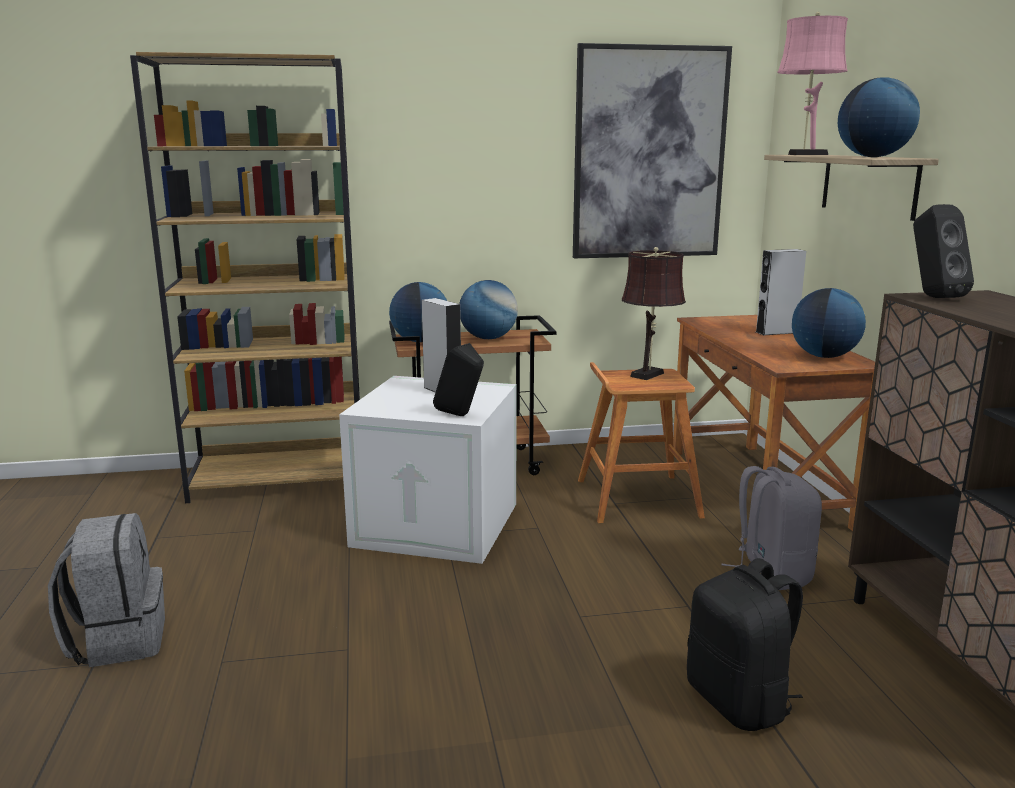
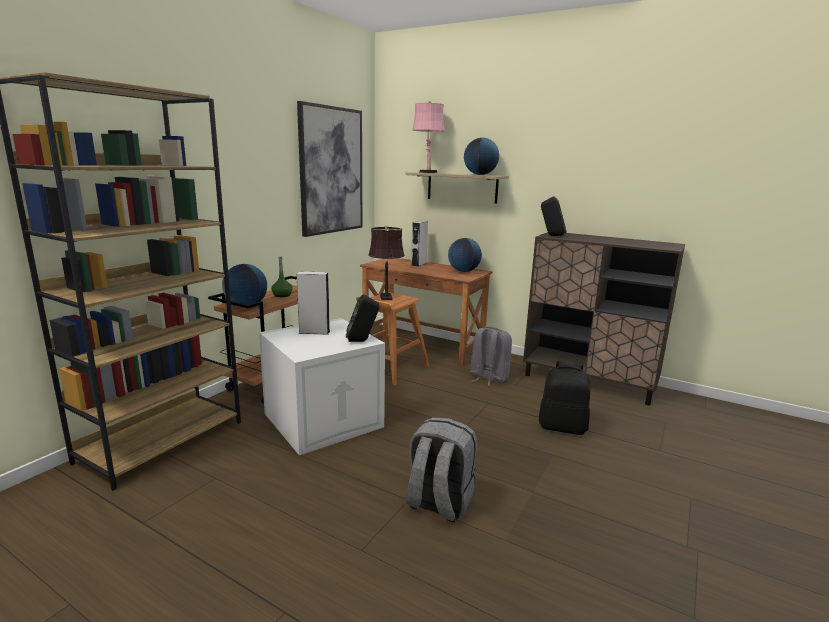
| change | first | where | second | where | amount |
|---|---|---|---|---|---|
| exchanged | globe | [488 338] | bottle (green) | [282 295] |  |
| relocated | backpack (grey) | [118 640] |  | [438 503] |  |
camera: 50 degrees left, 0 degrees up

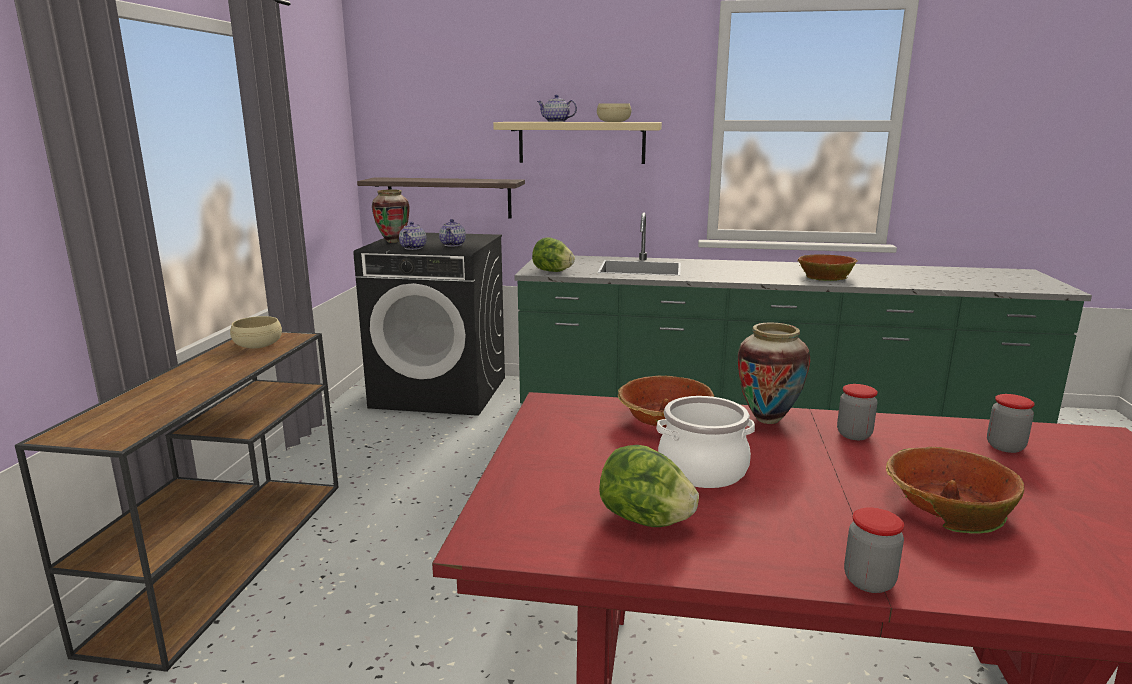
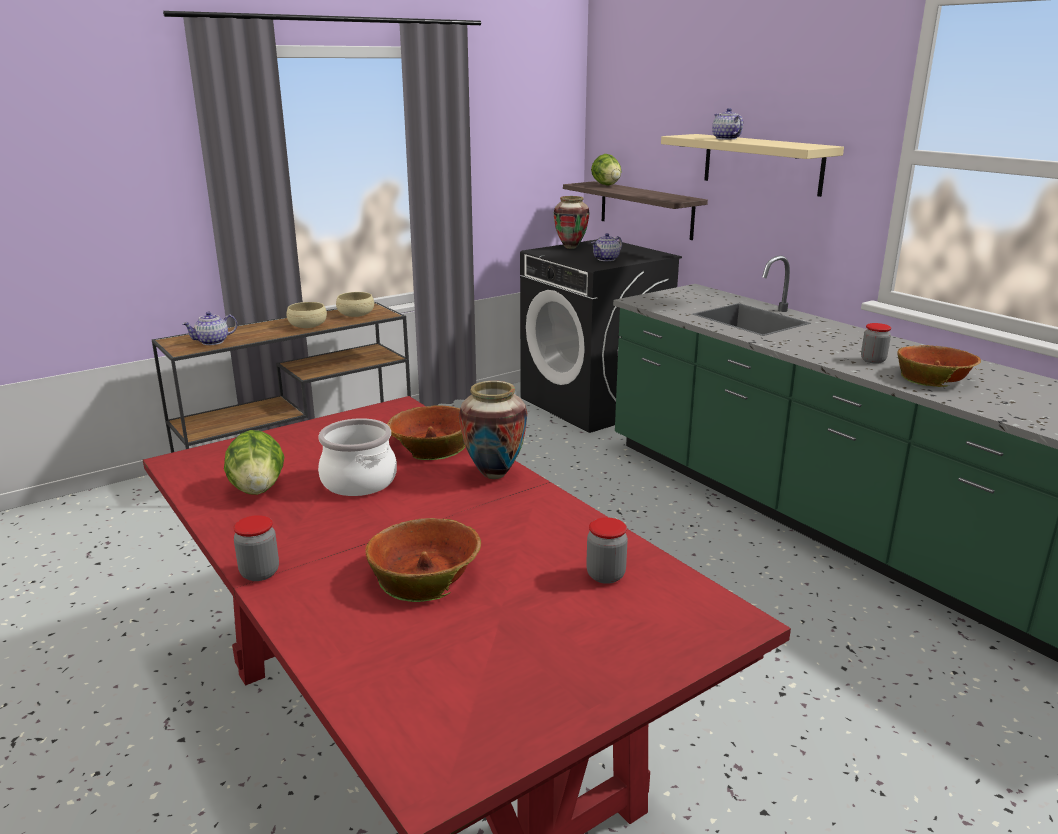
| change | first | where | second | where | amount |
|---|---|---|---|---|---|
| relocated | bowl (beige) | [614 121] |  | [307 325] |  |
| relocated | teapot | [413 248] |  | [213 342] |  |
| relocated | lettuce | [552 271] |  | [606 185] |  |
| relocated | jar | [854 435] |  | [873 360] |  |
camera: 45 degrees right, 5 degrees up

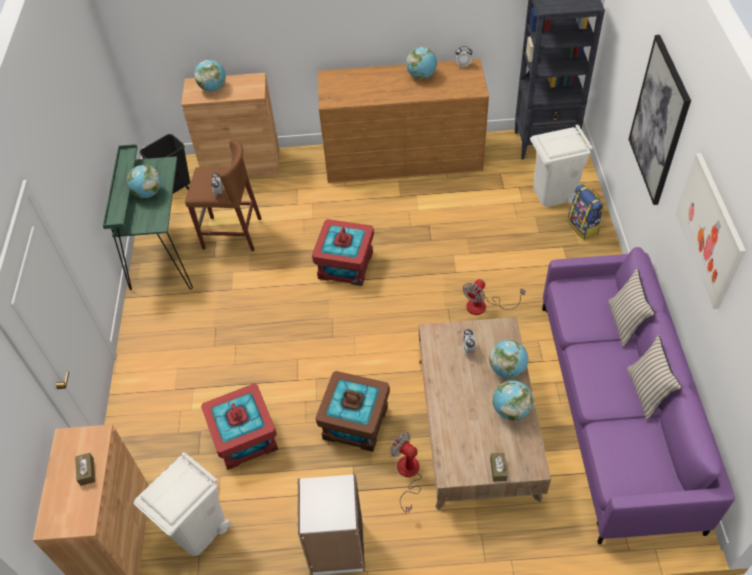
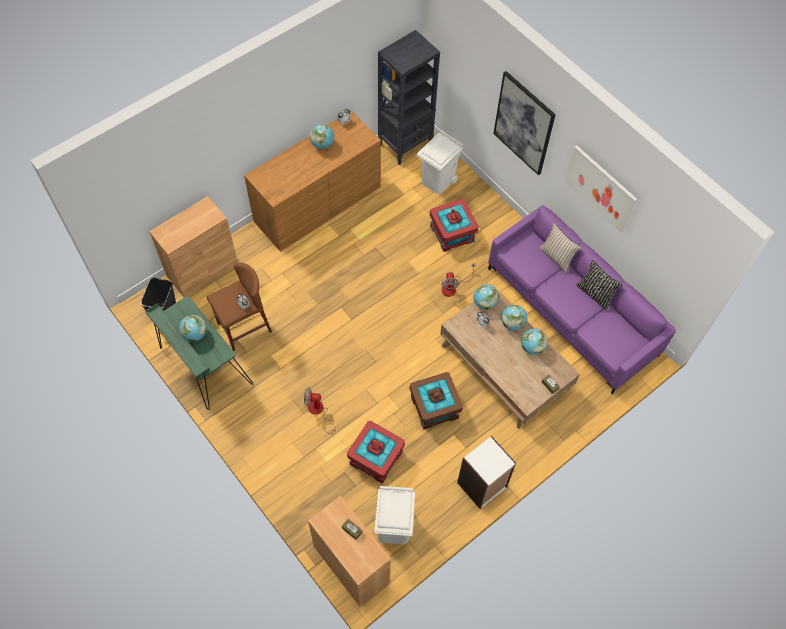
| change | first | where | second | where | amount |
|---|---|---|---|---|---|
| relocated | globe | [213 88] |  | [484 303] |  |
| missing | backpack | [583 227] |  |  |  |
| relocated | storage box (red) | [346 265] |  | [452 233] |  |
| colour | pillow (beige) | [646 392] | pillow (black) | [595 294] |  |
| relocated | fan | [408 475] |  | [318 412] |  |
camera: 40 degrees left, 10 degrees up

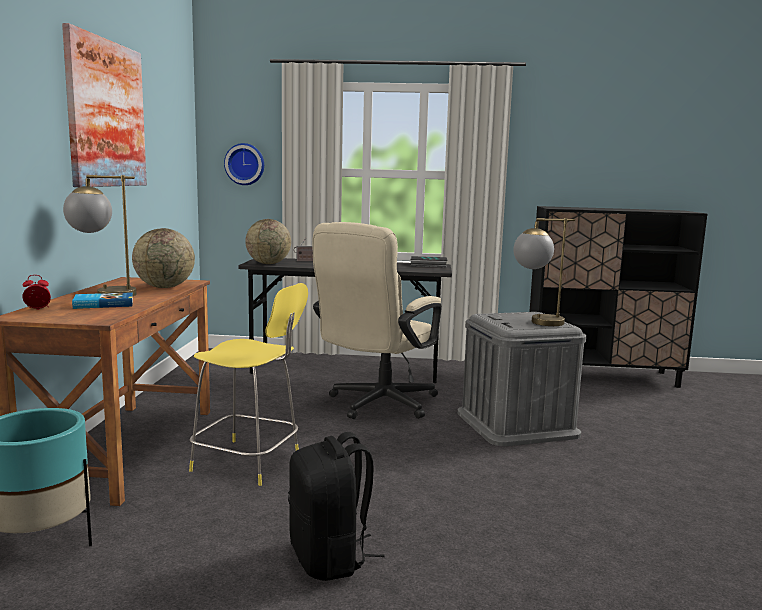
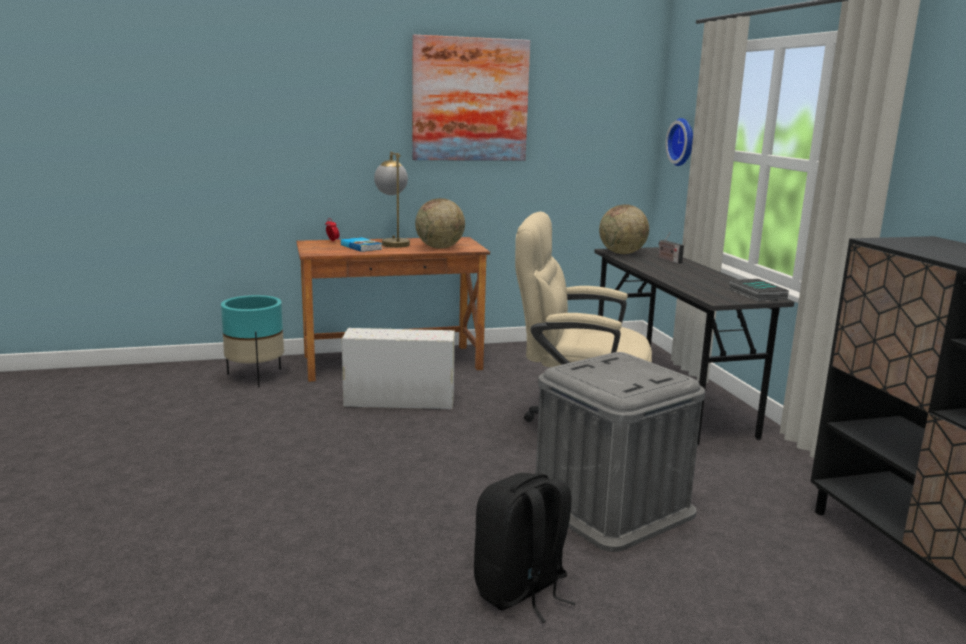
| change | first | where | second | where | amount |
|---|---|---|---|---|---|
| missing | table lamp | [536 323] |  |  |  |
| exchanged | chair (yellow) | [249 462] | storage box (white) | [398 401] |  |
| relocated | backpack (black) | [330 558] |  | [521 592] |  |
camera: 70 degrees right, 5 degrees up

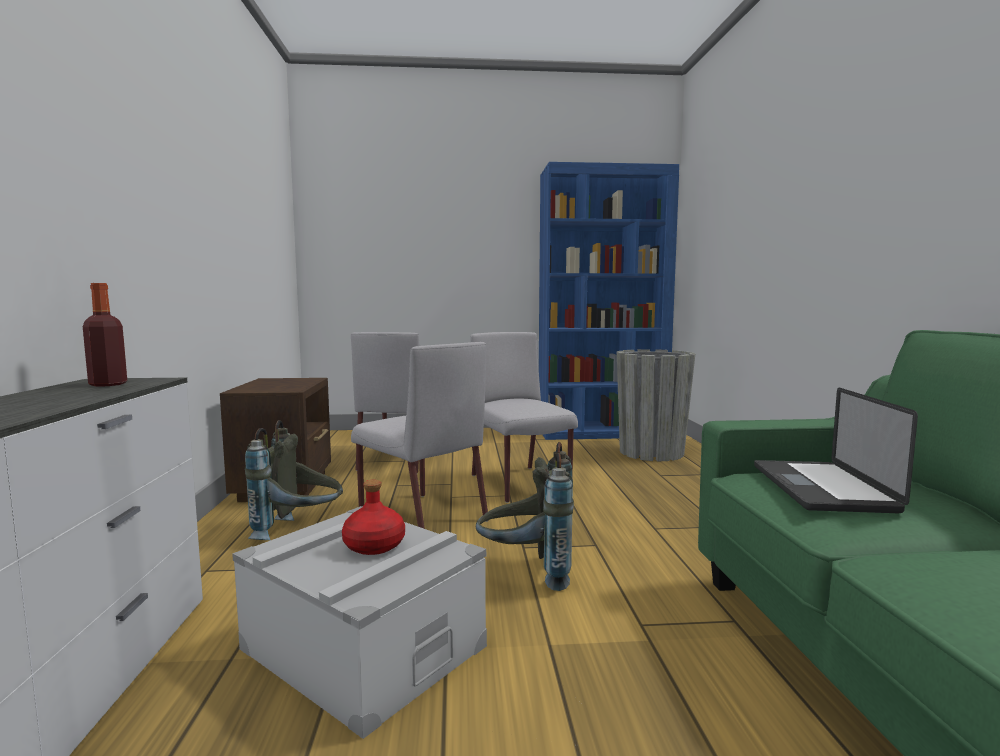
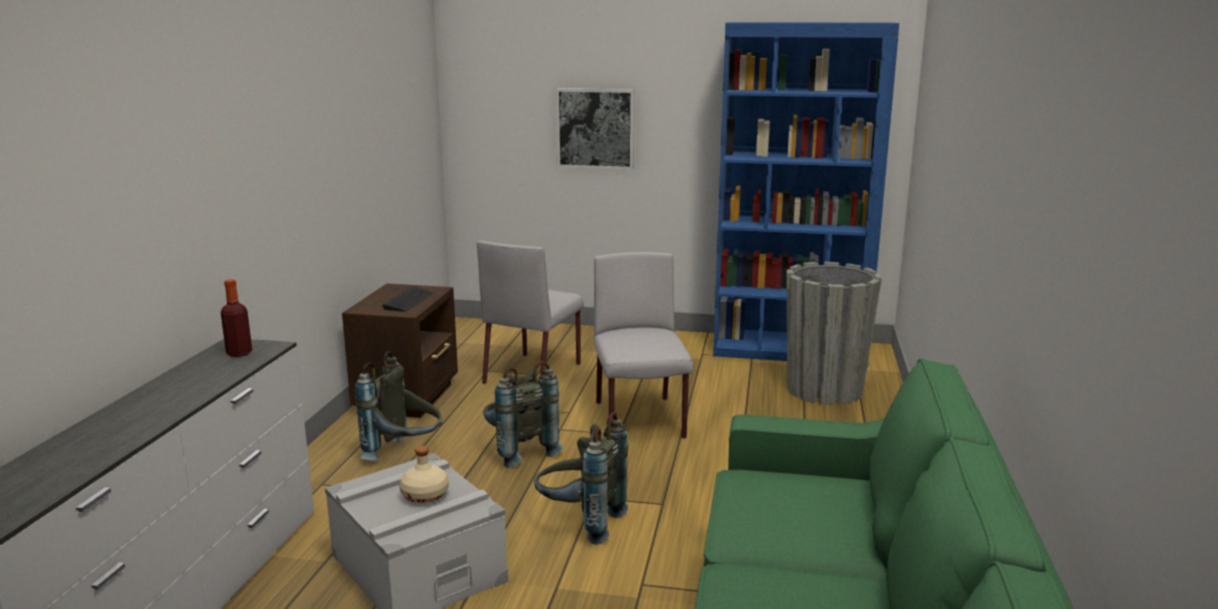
| change | first | where | second | where | amount |
|---|---|---|---|---|---|
| exchanged | chair (grey) | [421 517] | backpack (grey) | [519 451] |  |
| missing | laptop | [821 488] |  |  |  |
| colour | bottle (red) | [374 546] | bottle (beige) | [424 495] |  |
| appeared |  |  | picture | [595 128] |  |
| appeared |  |  | keyboard | [408 301] |  |
camera: 15 degrees right, 10 degrees up

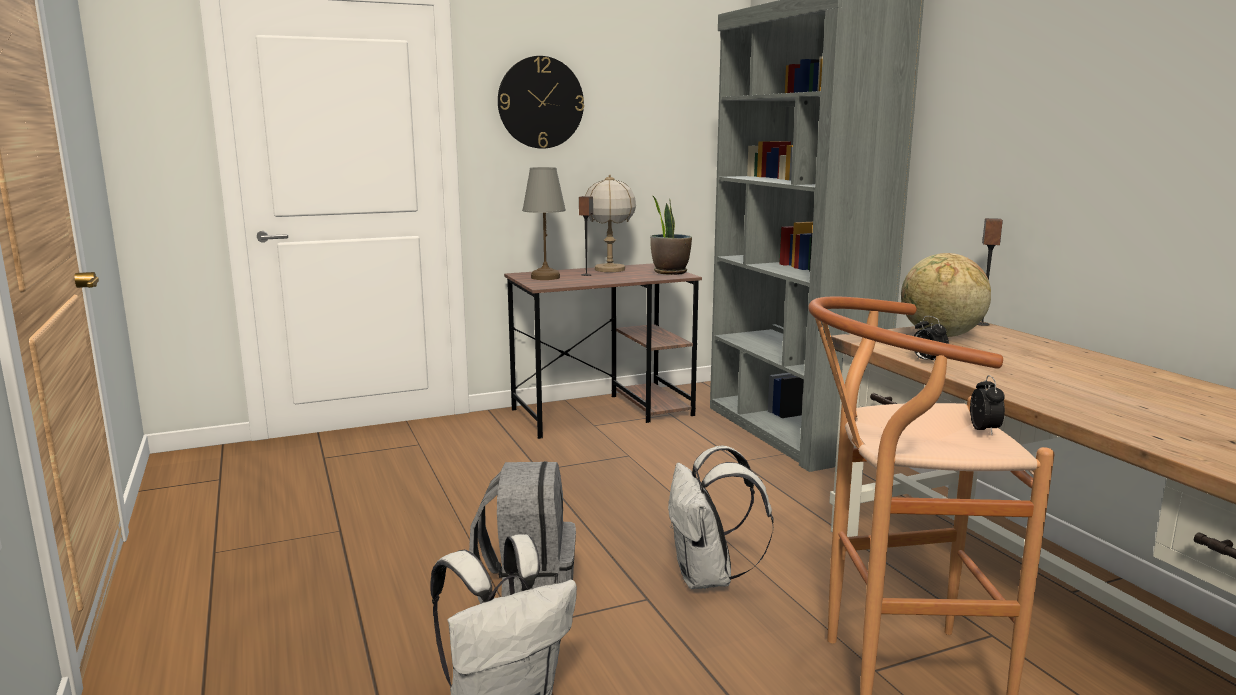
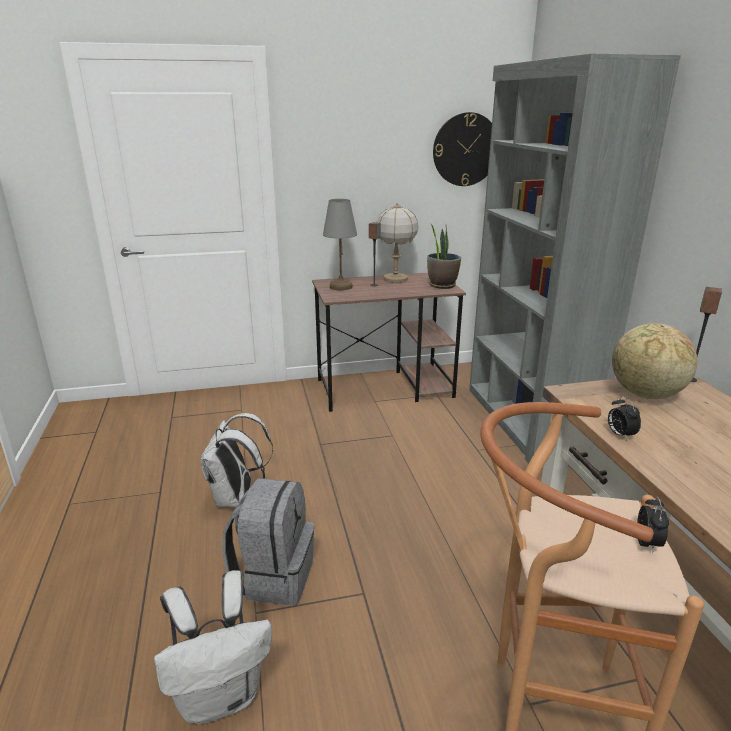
| change | first | where | second | where | amount |
|---|---|---|---|---|---|
| relocated | wall clock | [540 102] |  | [465 149] |  |
| relocated | backpack (white) | [708 578] |  | [236 498] |  |
camera: 10 degrees right, 10 degrees up

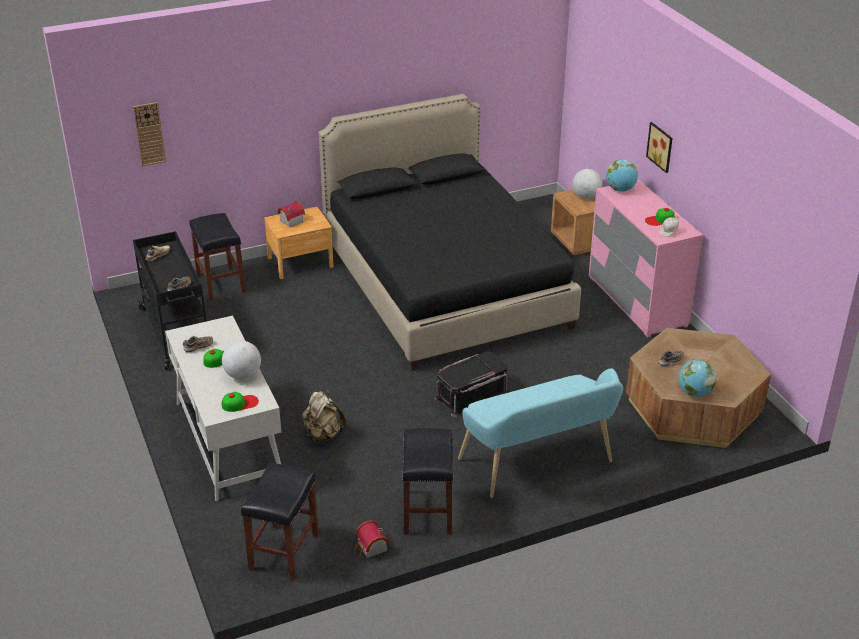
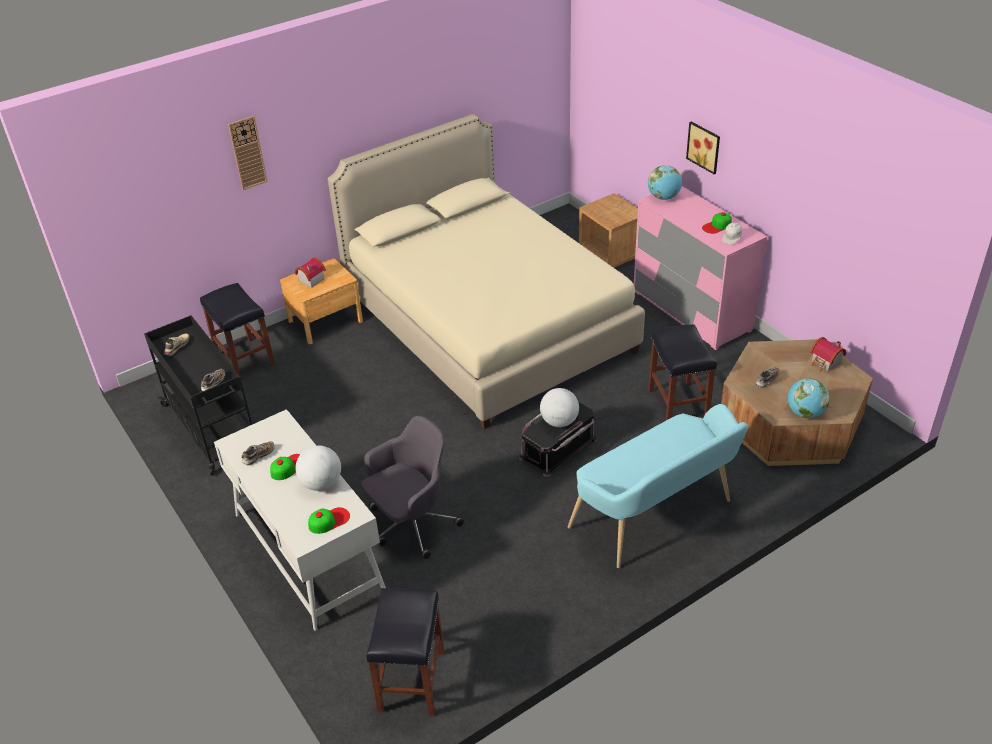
| change | first | where | second | where | amount |
|---|---|---|---|---|---|
| colour | bed (black) | [444 285] | bed (beige) | [487 323] |  |
| relocated | wall clock | [149 134] |  | [247 153] |  |
| relocated | globe | [586 196] |  | [559 422] |  |
| exchanged | backpack (beige) | [323 434] | office chair (grey) | [411 524] |  |
| relocated | stool (black) | [428 513] |  | [678 405] |  |
| relocated | toy house | [371 548] |  | [825 363] |  |
camera: 10 degrees left, 5 degrees up

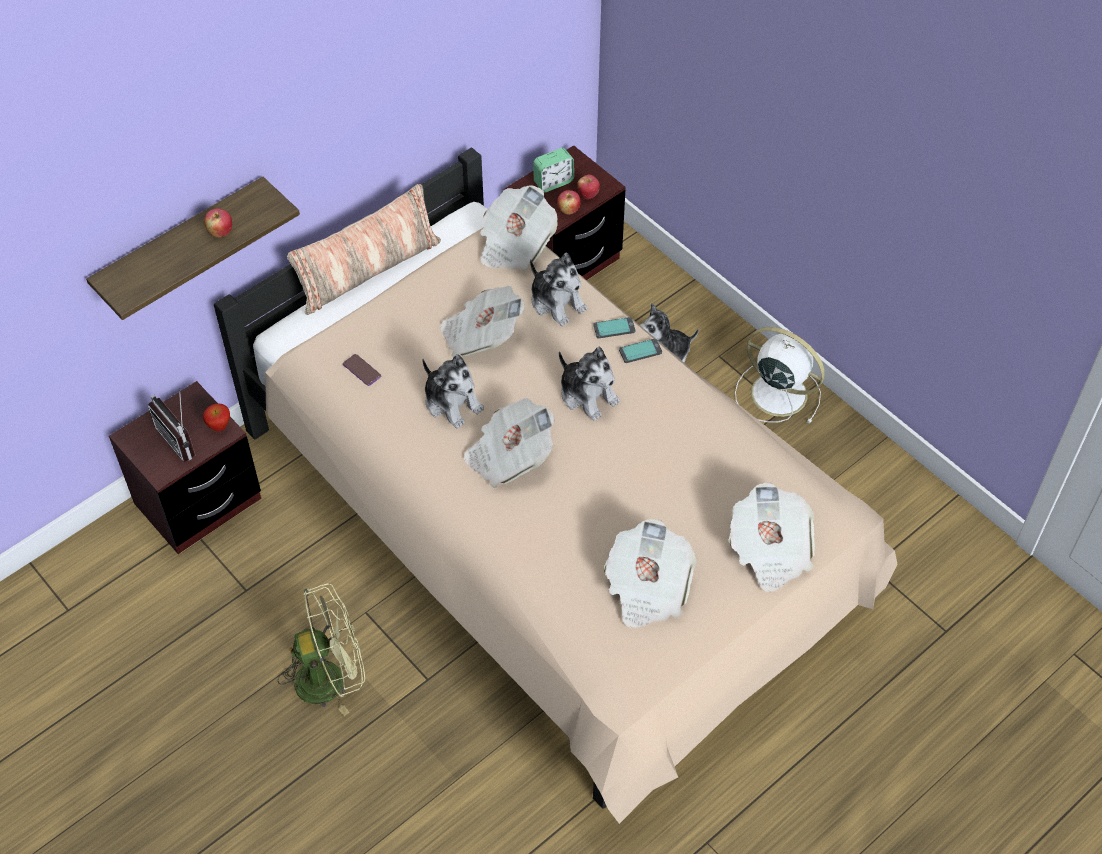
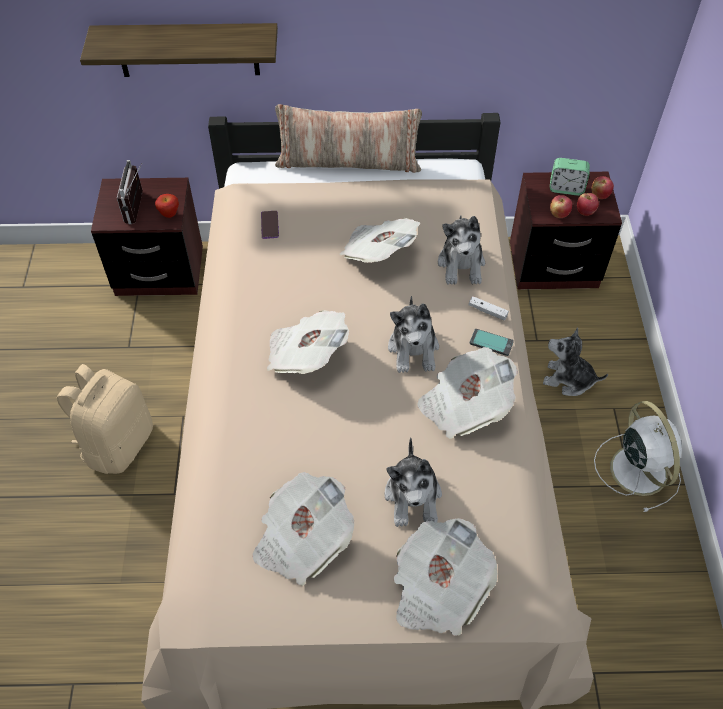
| change | first | where | second | where | amount |
|---|---|---|---|---|---|
| relocated | newspaper | [515 245] |  | [464 406] |  |
| relocated | apple | [220 232] |  | [599 195] |  |
| exchanged | phone | [614 328] | game controller (white) | [487 311] |  |
| relocated | plush toy | [452 402] |  | [413 496] |  |
| exchanged | fan (green) | [330 677] | backpack (beige) | [118 443] |  |
camera: 40 degrees right, 0 degrees up

